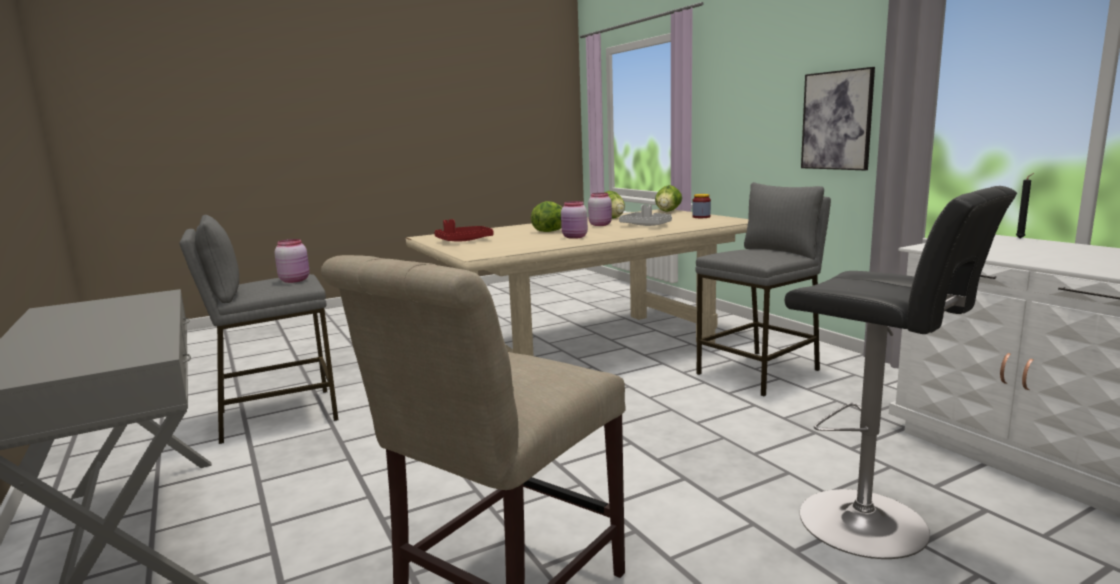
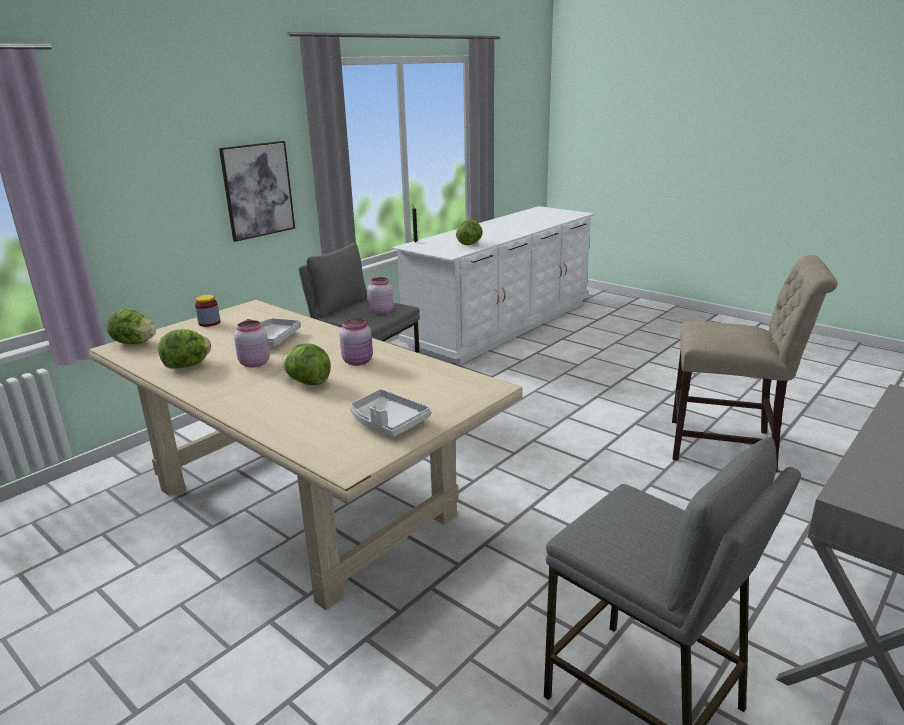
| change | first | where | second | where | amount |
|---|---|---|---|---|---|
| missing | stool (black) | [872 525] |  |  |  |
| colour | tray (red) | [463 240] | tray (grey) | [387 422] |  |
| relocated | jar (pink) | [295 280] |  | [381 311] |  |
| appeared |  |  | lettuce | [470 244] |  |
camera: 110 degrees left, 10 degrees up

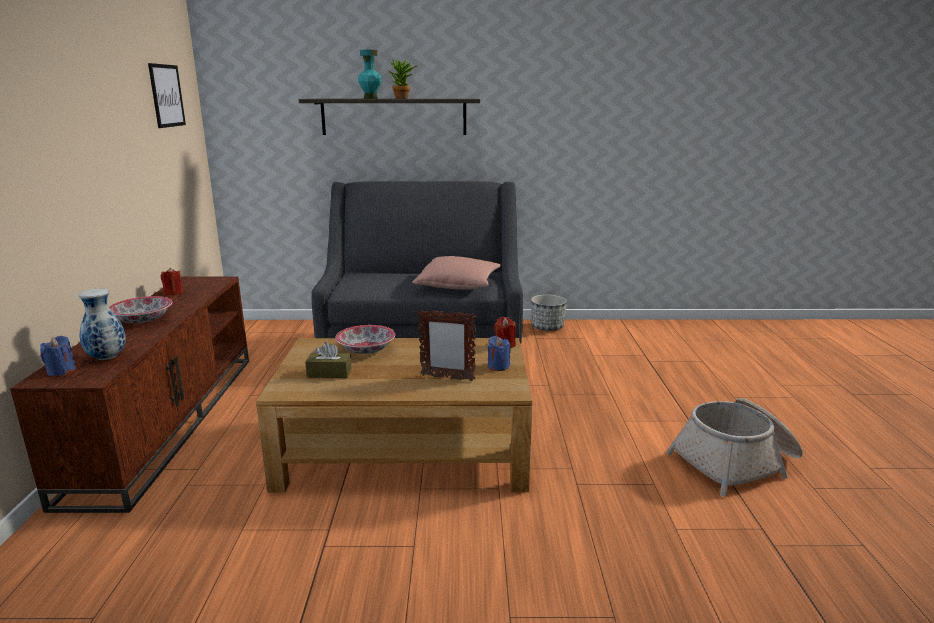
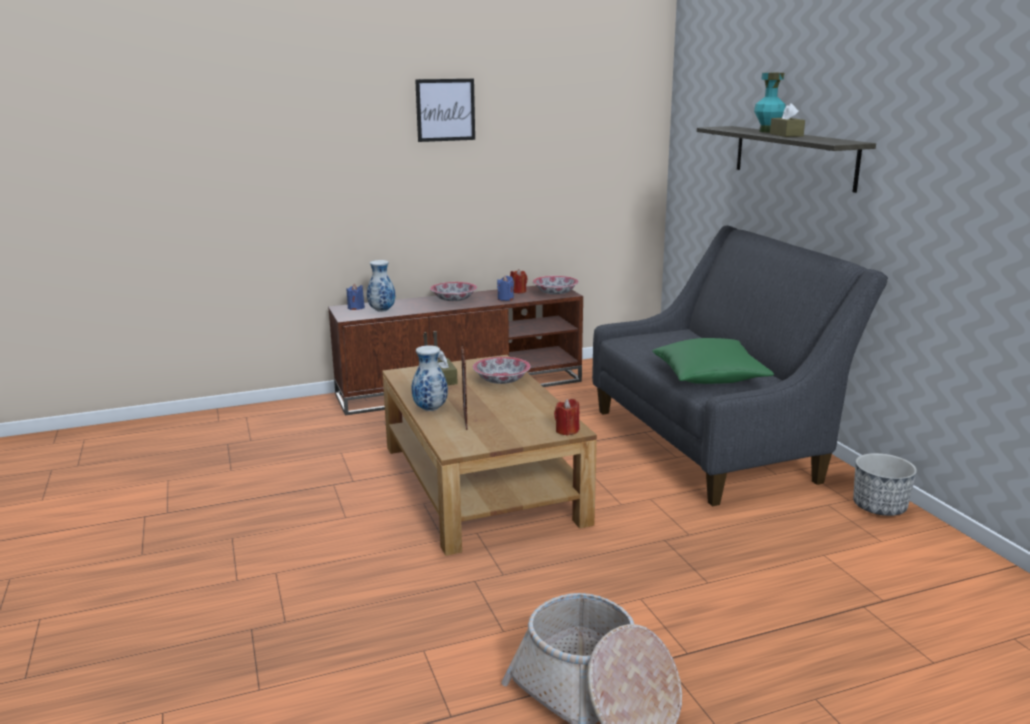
| change | first | where | second | where | amount |
|---|---|---|---|---|---|
| exchanged | potted plant | [403 98] | tissue box (brown) | [786 135] |  |
| relocated | picture | [167 95] |  | [445 110] |  |
| colour | pillow (pink) | [458 285] | pillow (green) | [709 377] |  |
| relocated | candle (blue) | [498 366] |  | [505 299] |  |
| appeared |  |  | bowl | [555 293] |  |
| appeared |  |  | vase | [429 409] |  |
camera: 70 degrees right, 0 degrees up

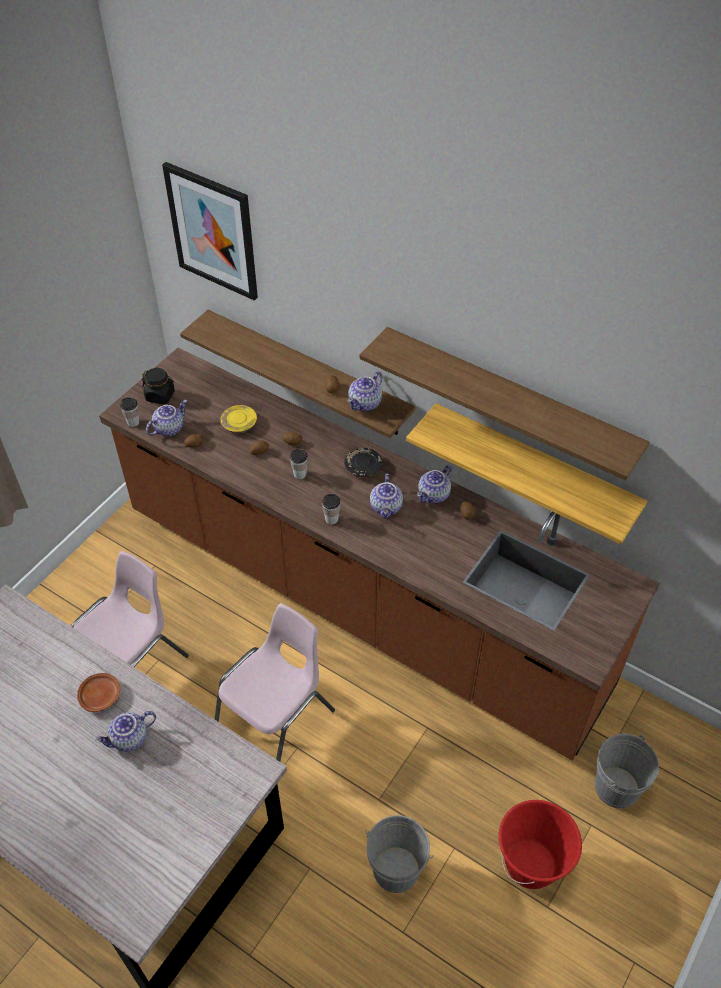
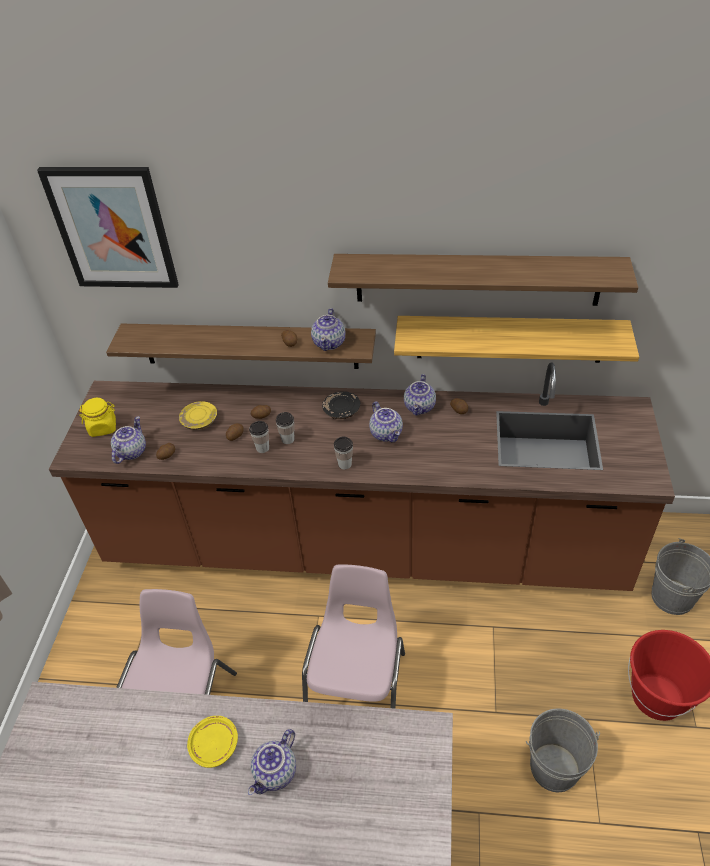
| change | first | where | second | where | amount |
|---|---|---|---|---|---|
| colour | jar (black) | [160 396] | jar (yellow) | [103 427] |  |
| relocated | cup | [133 422] |  | [262 448] |  |
| colour | plate (brown) | [100 695] | plate (yellow) | [214 744] |  |
camera: 25 degrees left, 5 degrees down

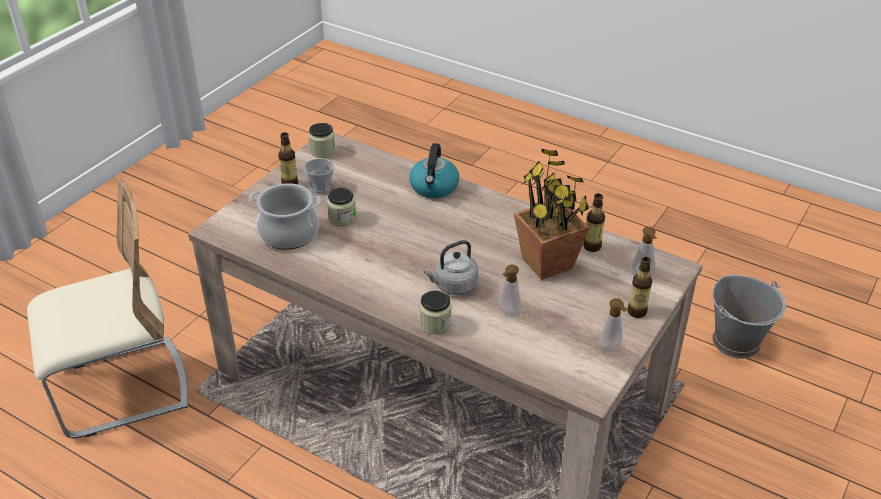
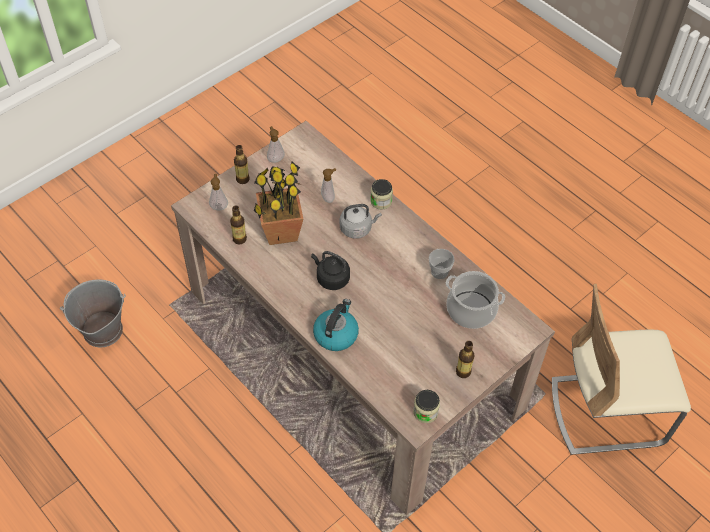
| change | first | where | second | where | amount |
|---|---|---|---|---|---|
| relocated | cup | [320 188] |  | [439 272] |  |
| missing | jar | [342 218] |  |  |  |
| appeared |  |  | kettle (black) | [331 278] |  |
camera: 165 degrees left, 15 degrees up

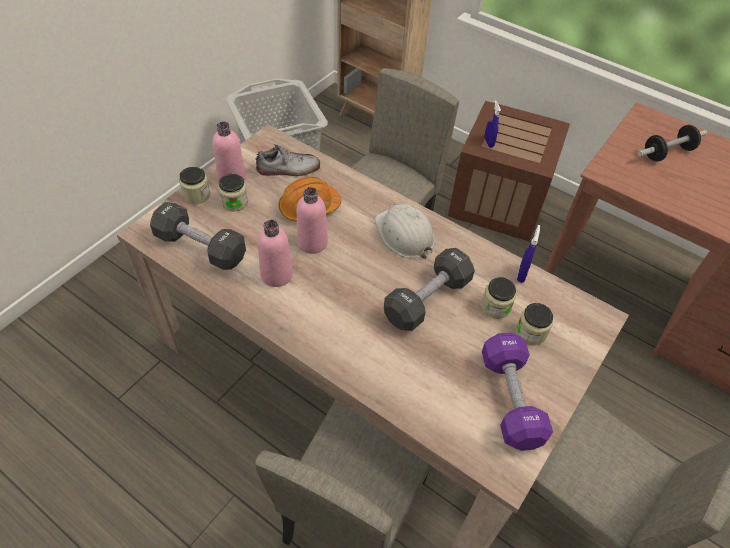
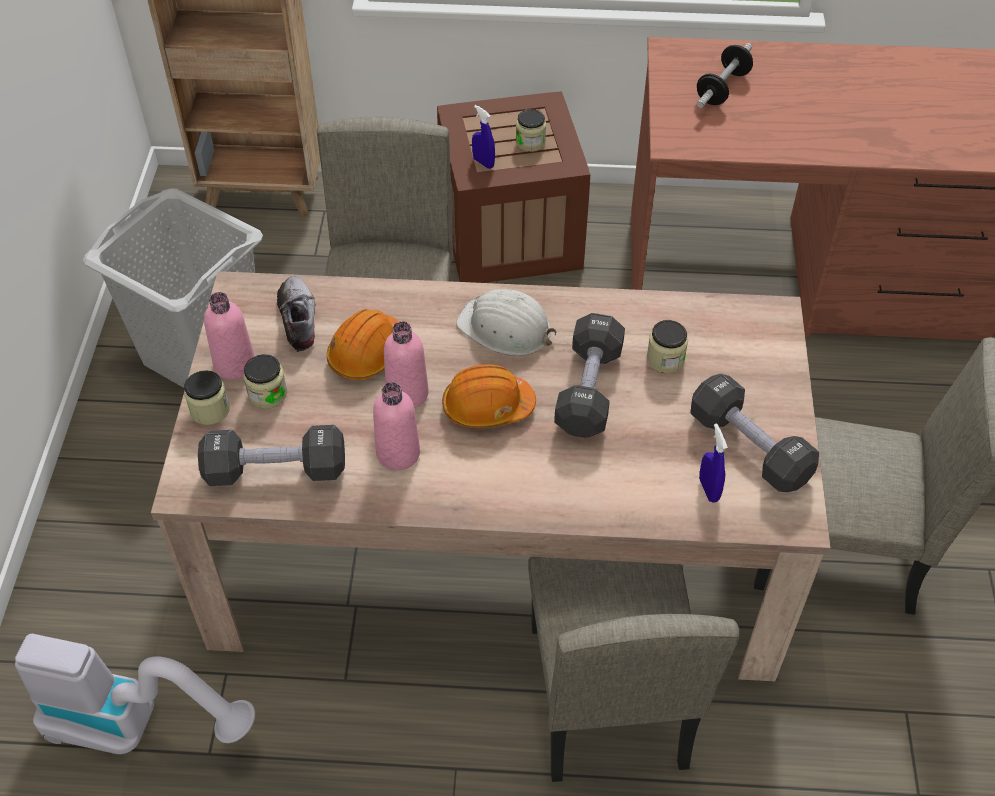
| change | first | where | second | where | amount |
|---|---|---|---|---|---|
| spun | shoe | [288 169] |  | [298 318] | 60 degrees counterclockwise |
| relocated | spray bottle (blue) | [521 274] |  | [708 489] |  |
| relocated | jar | [530 333] |  | [530 142] |  |
| colour | dumbbell (purple) | [510 399] | dumbbell (black) | [749 447] |  |
| appeared |  |  | hard hat (orange) | [487 407] |  |
| appeared |  |  | vacuum cleaner | [137 725] |  |
camera: 30 degrees left, 0 degrees up

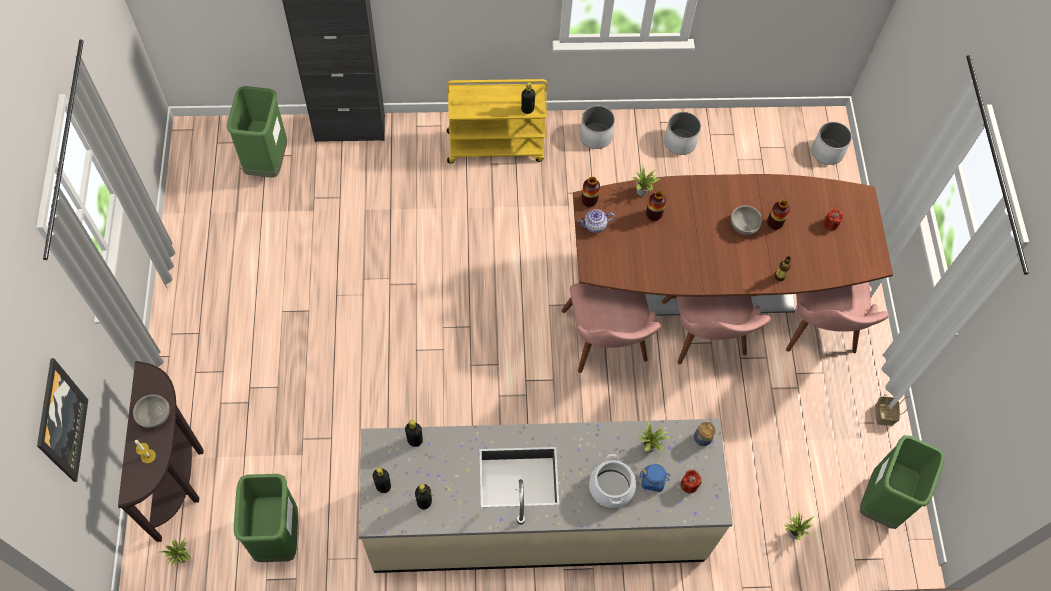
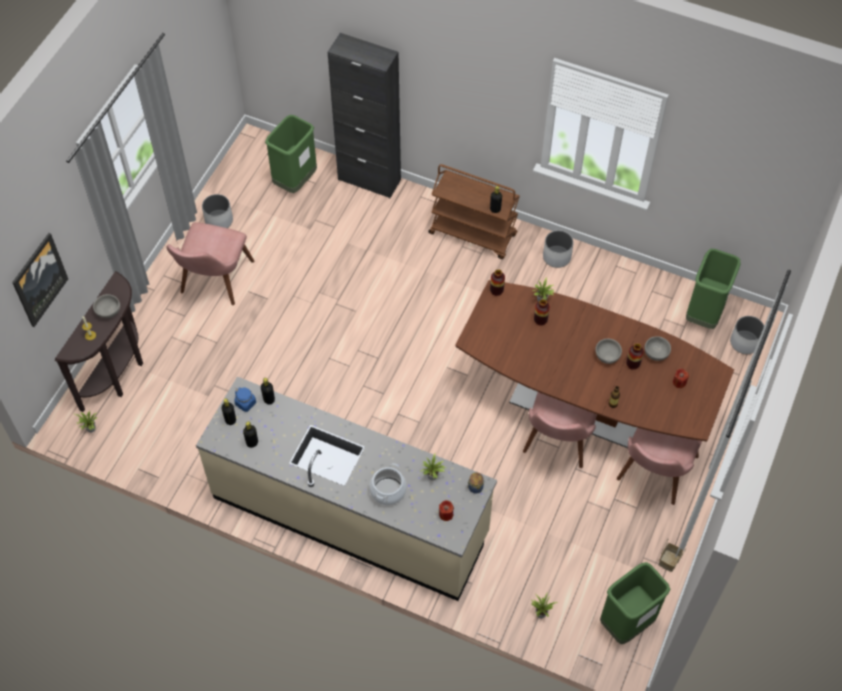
| change | first | where | second | where | amount |
|---|---|---|---|---|---|
| colour | cart (yellow) | [496 145] | cart (brown) | [473 234] |  |
| relocated | planter (white) | [679 142] |  | [219 220] |  |
| missing | teapot | [594 226] |  |  |  |
| relocated | chair (pink) | [608 346] |  | [213 284] |  |
| relocated | jar (blue) | [653 480] |  | [246 403] |  |
| relocated | trash can (green) | [278 536] |  | [704 315] |  |
| appeared |  |  | bowl (grey) | [655 353] |  |
camera: 30 degrees right, 5 degrees down

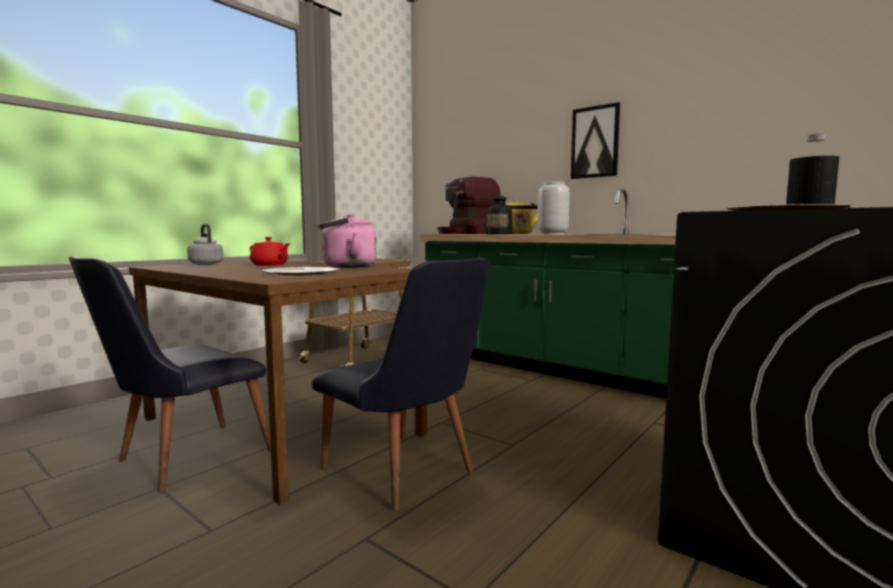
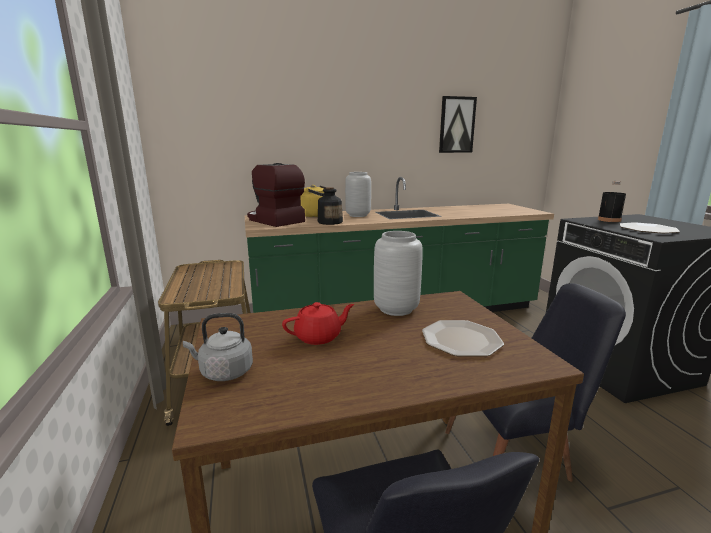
| change | first | where | second | where | amount |
|---|---|---|---|---|---|
| relocated | picture | [595 142] |  | [456 125] |  |
| spun | coffee machine | [467 233] |  | [274 221] | 135 degrees clockwise |
| exchanged | kettle (pink) | [346 267] | vase (grey) | [395 309] |  |
camera: 55 degrees left, 10 degrees up

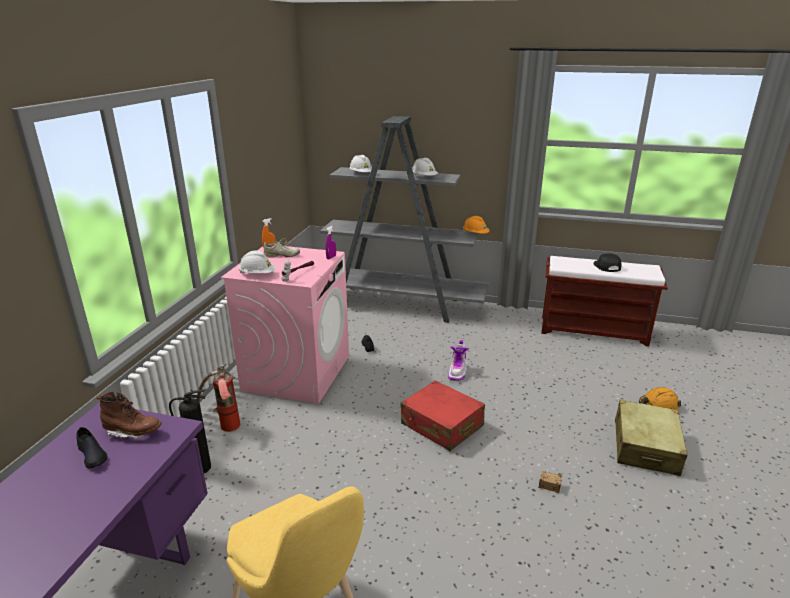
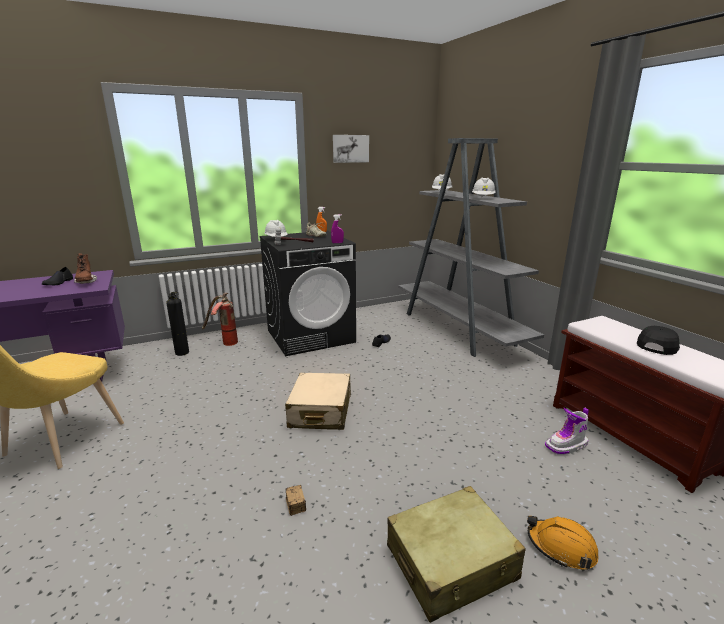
| change | first | where | second | where | amount |
|---|---|---|---|---|---|
| missing | hard hat (orange) | [475 234] |  |  |  |
| colour | washing machine (pink) | [297 372] | washing machine (black) | [311 336] |  |
| relocated | boot | [458 372] |  | [566 446] |  |
| colour | suitcase (red) | [442 425] | suitcase (beige) | [320 411] |  |
| appeared |  |  | picture | [350 148] |  |
camera: 50 degrees right, 5 degrees down

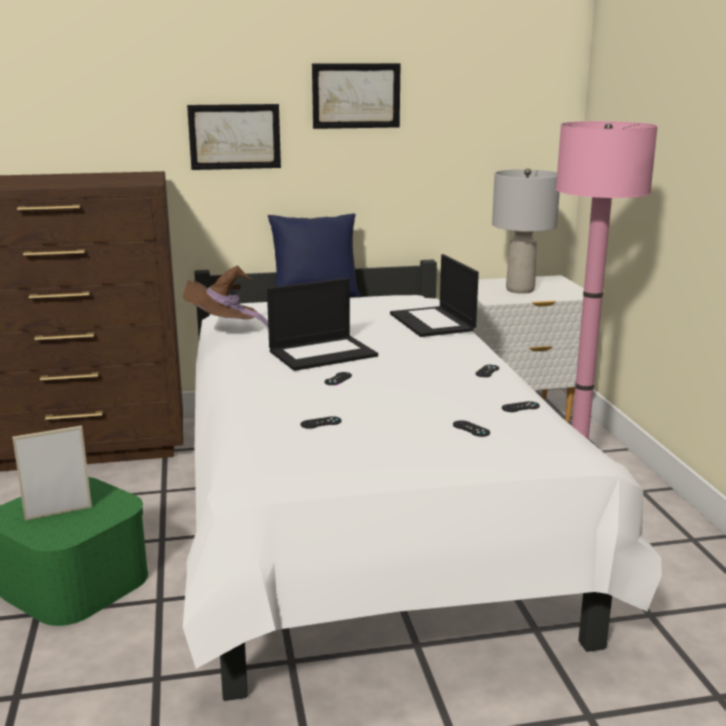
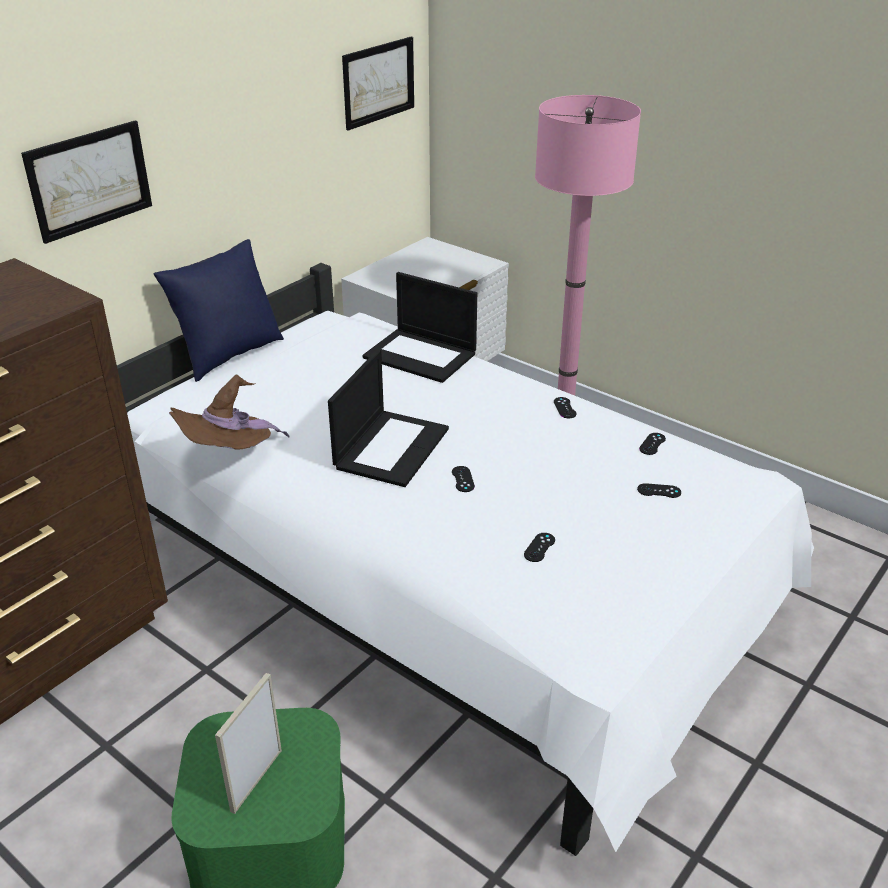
| change | first | where | second | where | amount |
|---|---|---|---|---|---|
| relocated | picture | [356 96] |  | [378 82] |  |
| missing | table lamp (grey) | [520 290] |  |  |  |
camera: 40 degrees left, 15 degrees up

